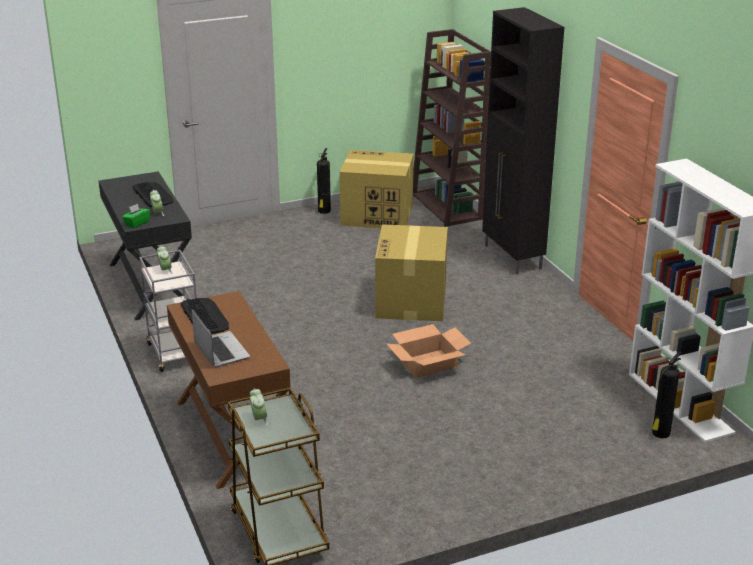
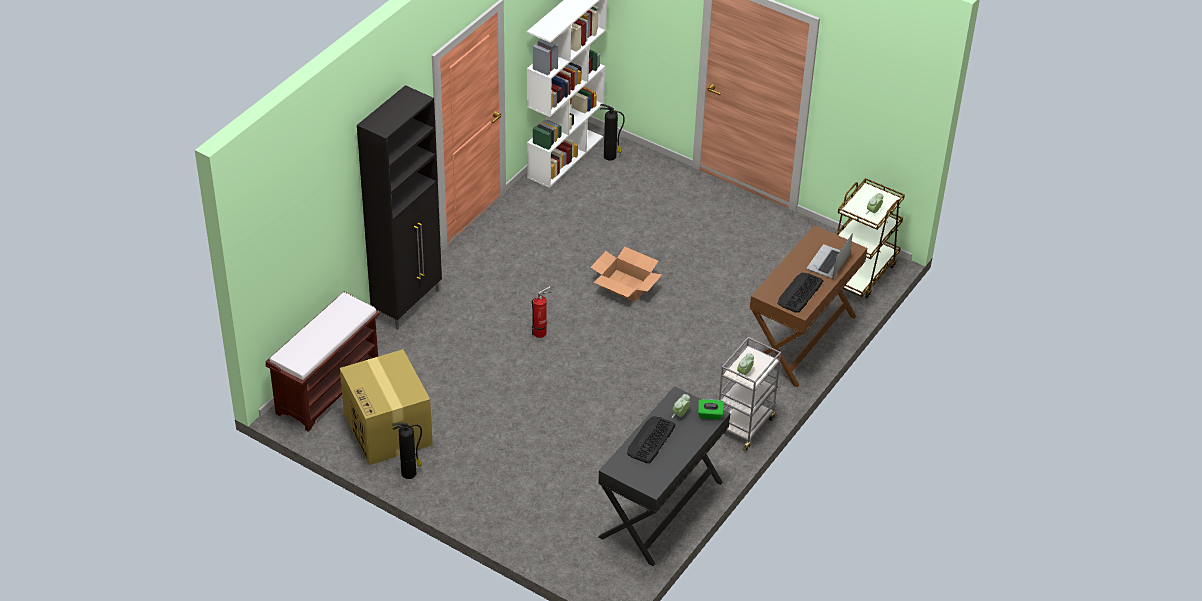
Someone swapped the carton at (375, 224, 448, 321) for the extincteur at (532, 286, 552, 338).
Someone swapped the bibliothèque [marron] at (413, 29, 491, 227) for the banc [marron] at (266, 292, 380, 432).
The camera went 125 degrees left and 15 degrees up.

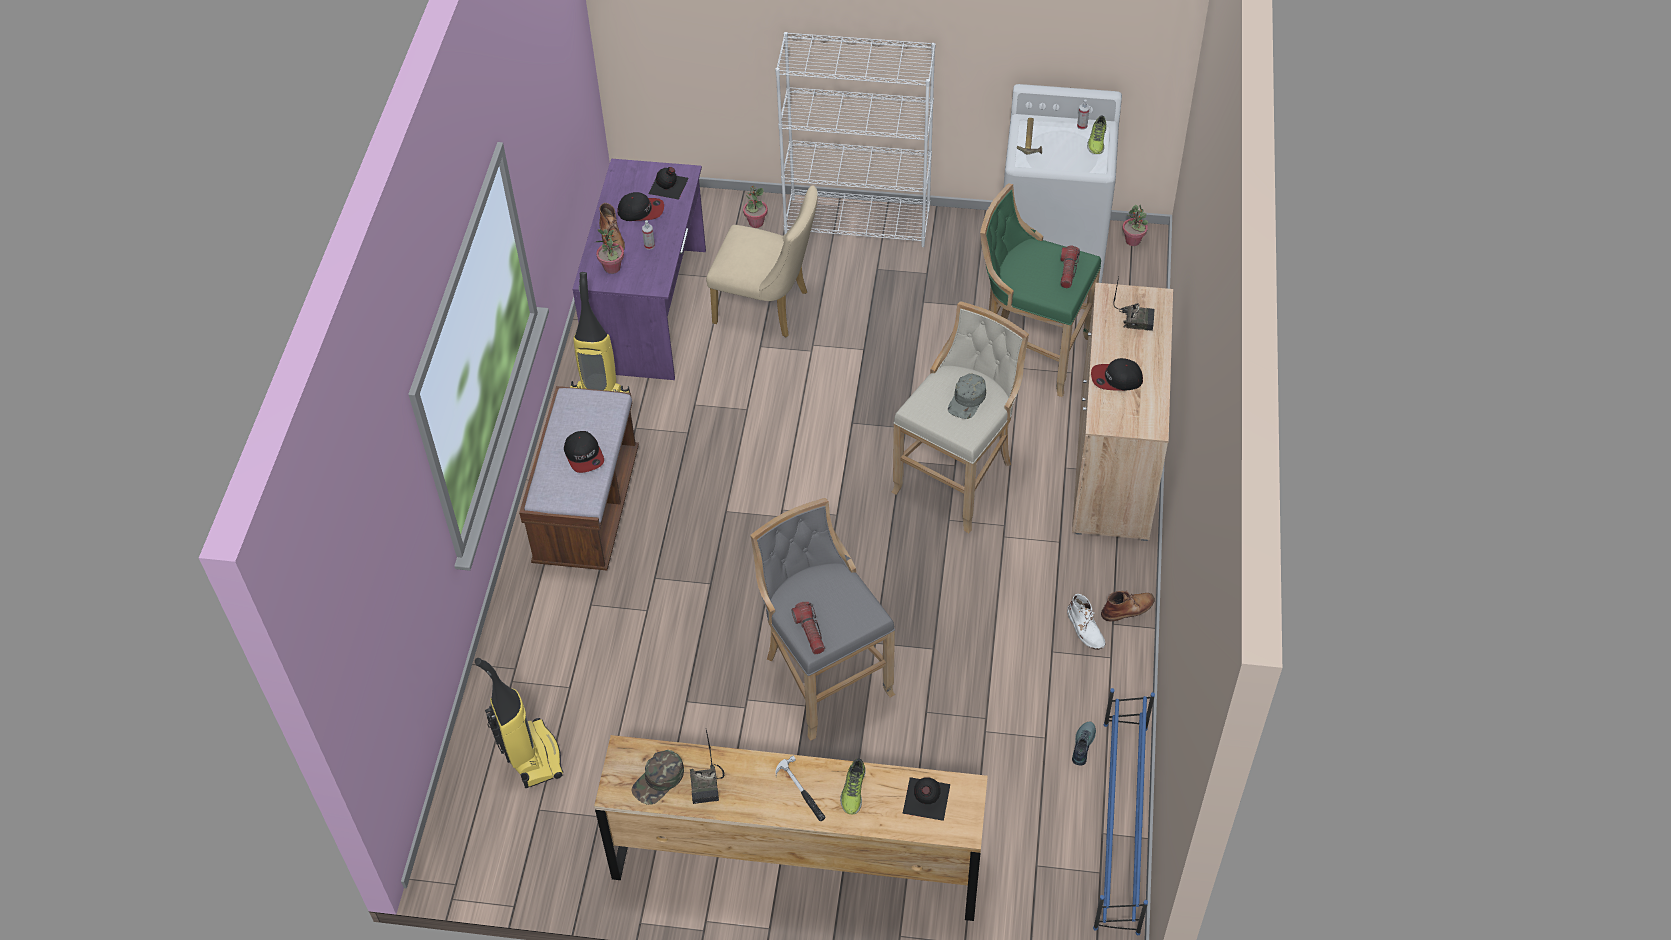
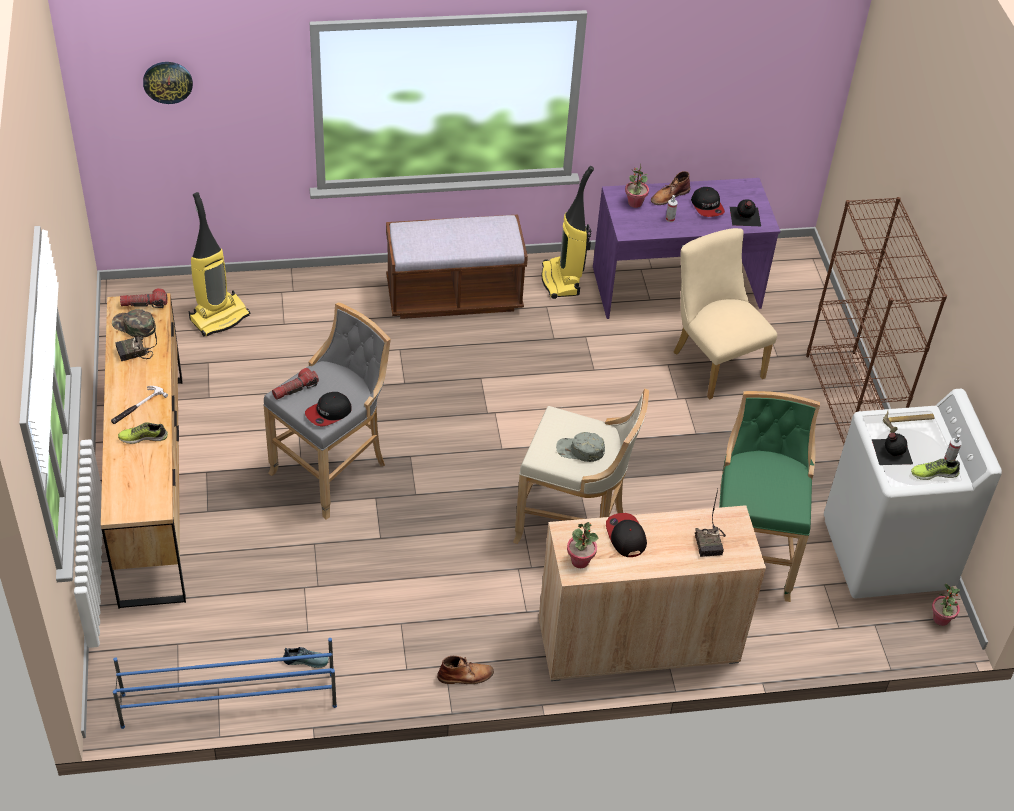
Someone carried the casquette from (564, 431, 604, 473) to (305, 392, 352, 427).
Someone rotated the chaise [beige] at (706, 185, 818, 338) by 150 degrees clockwise.
Someone carried the plante en pot from (743, 185, 768, 228) to (567, 522, 598, 568).
Someone repainted the bibliothèque [blanc] at (775, 32, 935, 247), which became the bibliothèque [marron] at (806, 197, 947, 444).
Someone carried the bouteille [noir] from (902, 777, 950, 821) to (872, 432, 913, 465).
Someone carried the lampe de poche from (1060, 245, 1080, 288) to (120, 288, 168, 308).
Someone took away the botte [blanc] at (1067, 594, 1105, 650).
Someone rotated the botte [marron] at (1101, 590, 1155, 622) by 60 degrees counterclockwise.
Someone put up the horloge murale at (143, 62, 193, 104).
The camera went 70 degrees right and 5 degrees down.

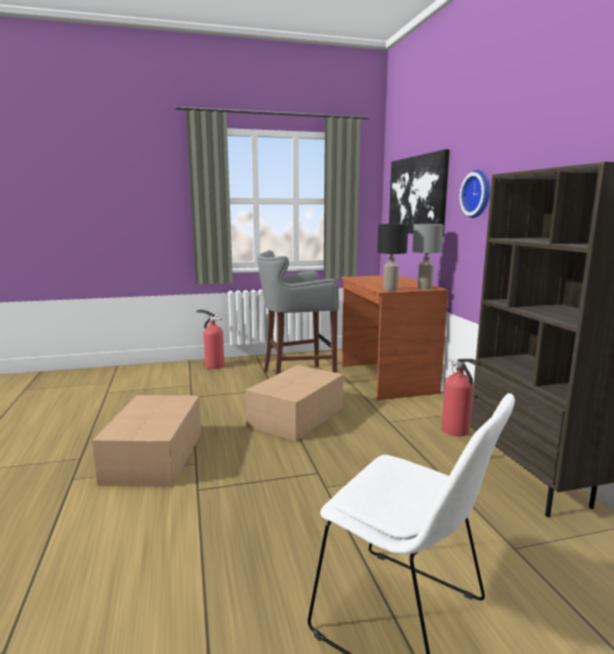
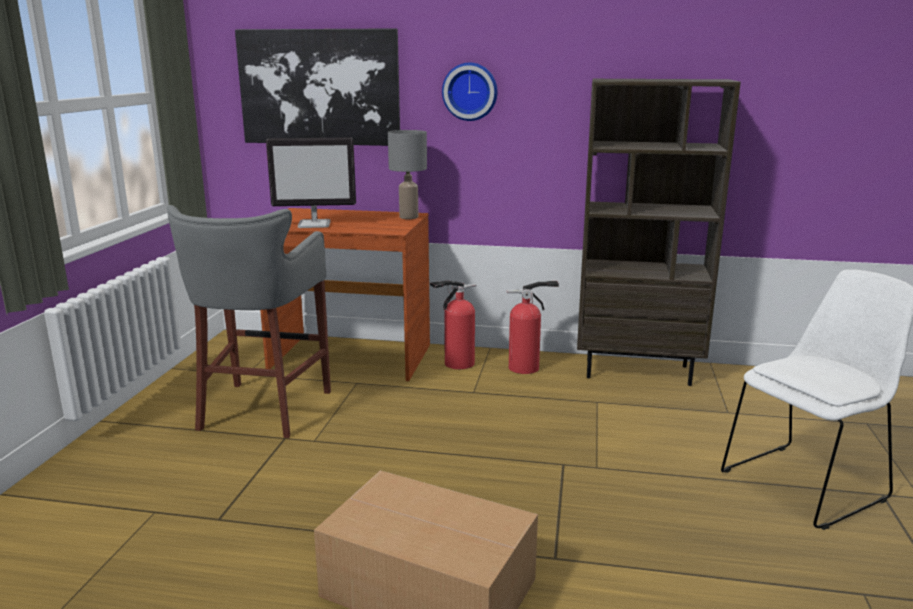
Someone carried the extincteur from (196, 310, 224, 369) to (430, 281, 477, 369).
Someone took away the carton at (245, 365, 344, 441).
Someone took away the lampe de table [noir] at (377, 224, 408, 291).
Someone put down the écran d'ordinateur at (266, 138, 356, 228).
The camera went 65 degrees left and 5 degrees up.

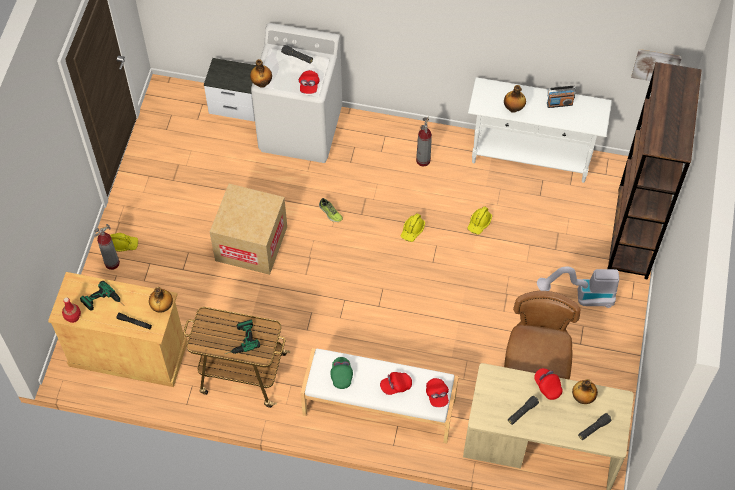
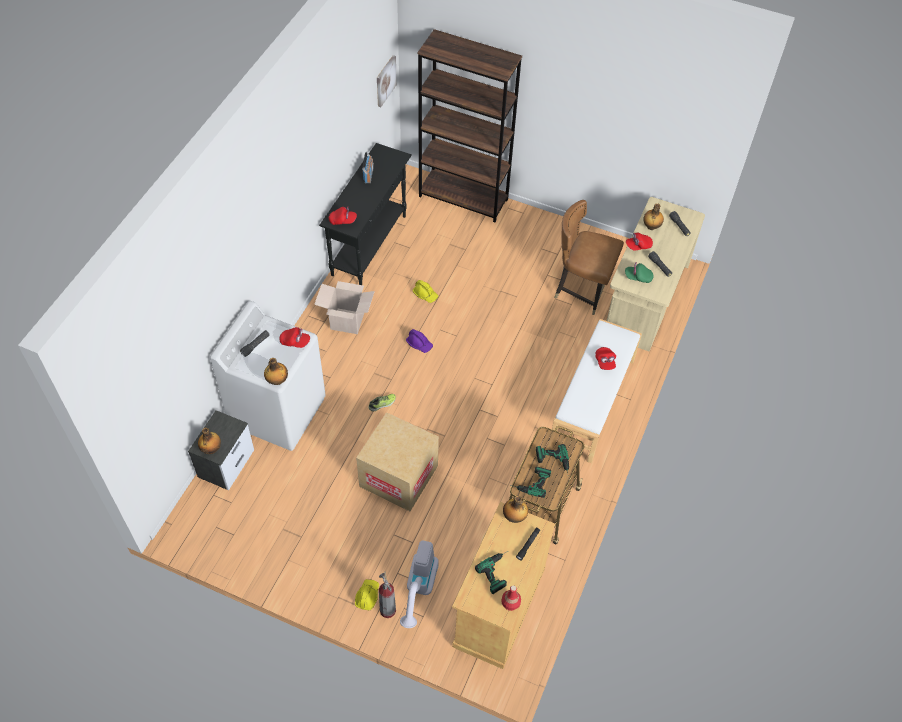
Someone carried the casquette [vert] from (330, 357, 353, 389) to (625, 262, 654, 283).
Someone repainted the casque de chantier [jaune] at (401, 213, 425, 242), which became the casque de chantier [violet] at (406, 329, 433, 353).
Someone swapped the extincteur at (416, 116, 432, 167) for the carton at (314, 281, 375, 334).
Someone carried the casquette [rouge] from (426, 378, 449, 407) to (329, 206, 357, 225).
Someone repainted the table console [blanc] at (468, 77, 612, 183), which became the table console [noir] at (319, 143, 412, 285).
Someone carried the bouteille from (504, 85, 526, 112) to (198, 428, 221, 454).
Someone carried the aspirateur from (537, 267, 619, 308) to (400, 540, 439, 628).
Someone put down the perceuse at (510, 467, 551, 498).
The camera went 80 degrees left and 5 degrees down.

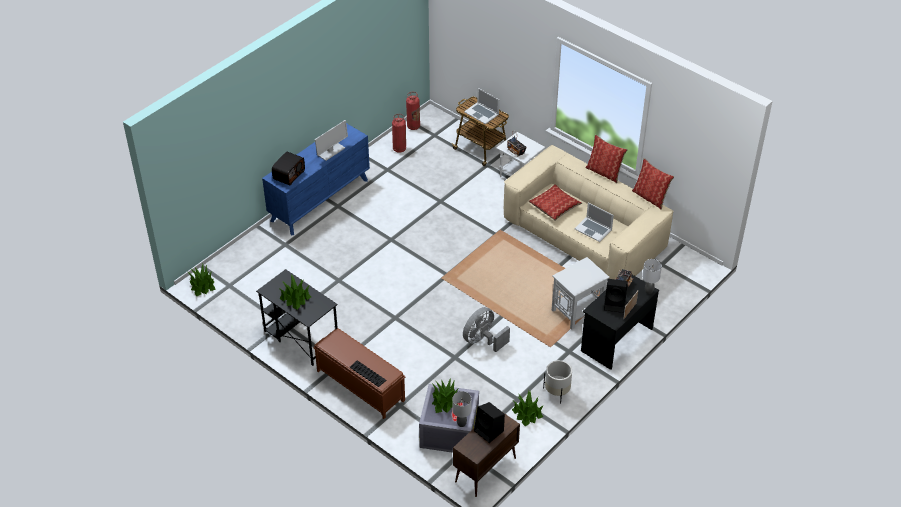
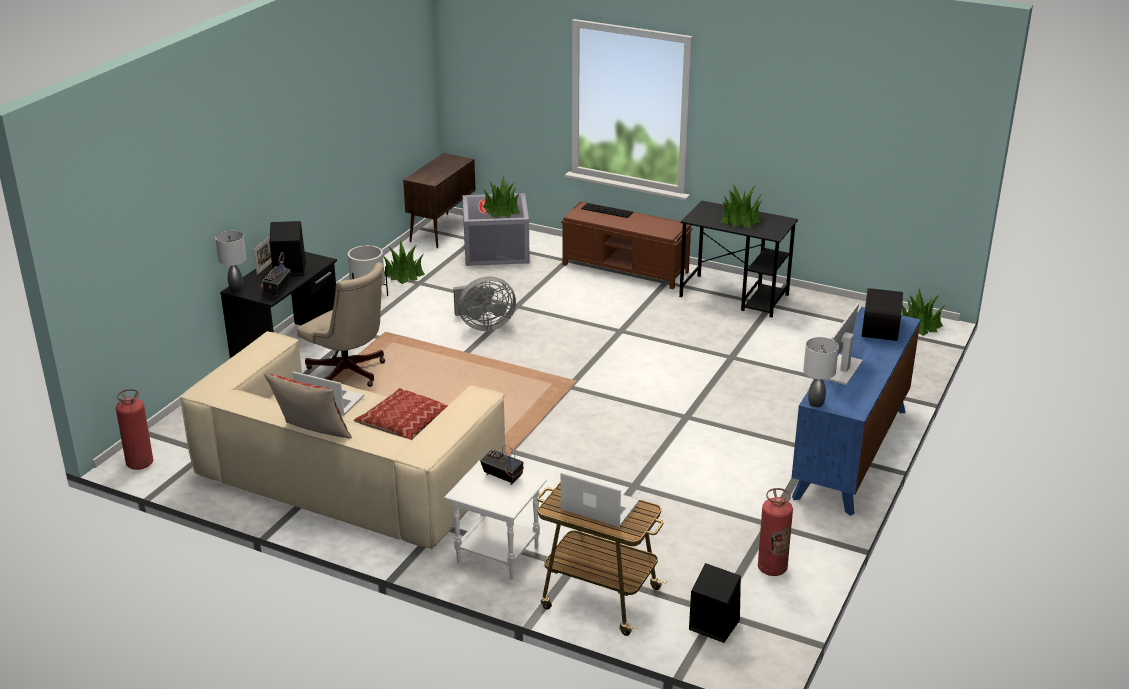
Someone carried the extincteur from (406, 92, 420, 130) to (116, 389, 153, 470).
Someone carried the lampe de table [gris] from (452, 391, 472, 427) to (803, 337, 839, 407).
Someone rotated the ventilateur [gris] at (463, 307, 510, 352) by 45 degrees clockwise.
Someone carried the enceinte [noir] from (474, 402, 505, 443) to (689, 563, 741, 643).
Someone swapped the table d'appoint [blanc] at (552, 257, 610, 330) for the chaise de bureau [beige] at (297, 262, 385, 387).
Someone took away the coussin at (632, 158, 675, 210).
The camera went 165 degrees right and 15 degrees down.

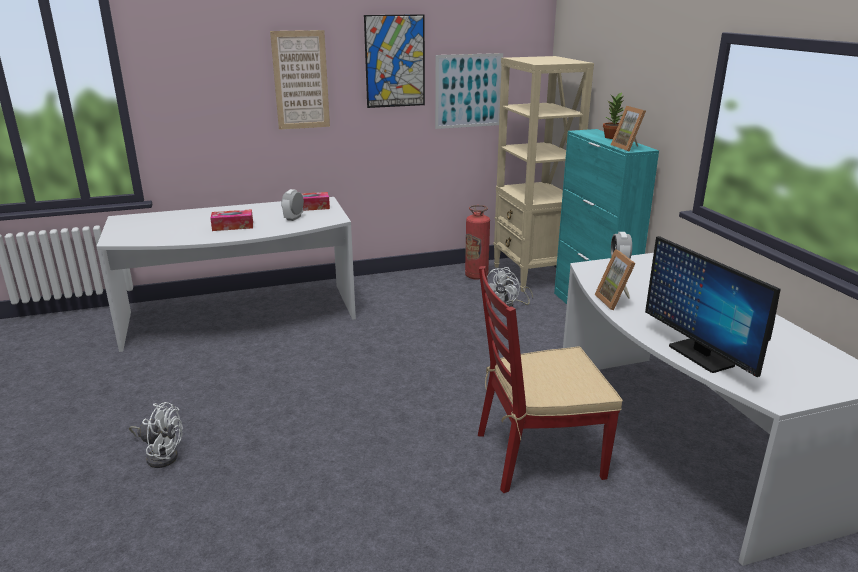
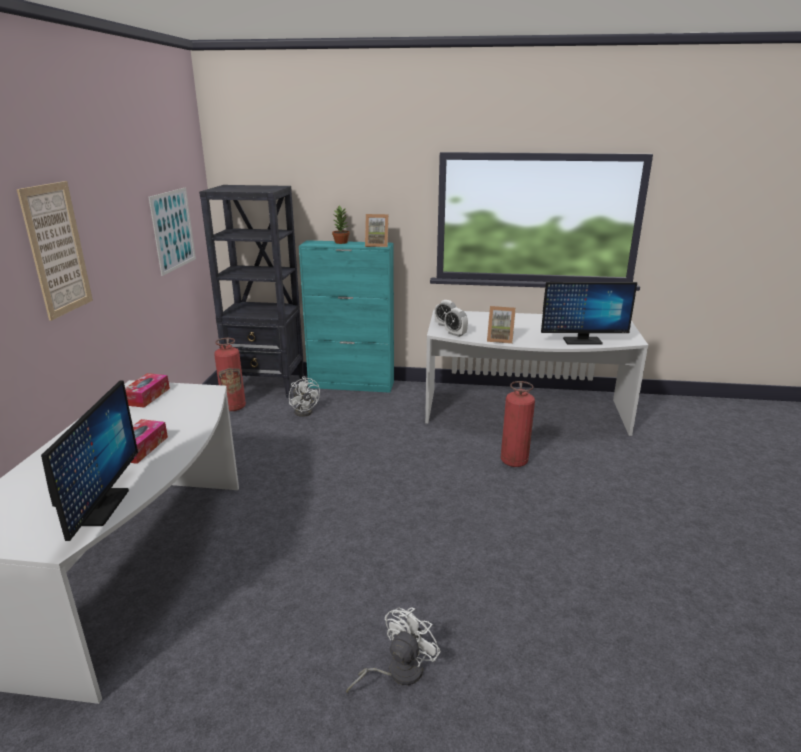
Someone carried the réveil from (281, 189, 304, 221) to (445, 308, 468, 337).
Someone took away the tableau at (364, 14, 425, 108).
Someone swapped the chaise [rouge] at (478, 266, 623, 493) for the extincteur at (501, 381, 535, 467).
Someone repainted the bibliothèque [beige] at (493, 56, 594, 292), which became the bibliothèque [noir] at (199, 185, 304, 398).
Someone put down the écran d'ordinateur at (41, 381, 138, 541).
The camera went 65 degrees left and 0 degrees up.

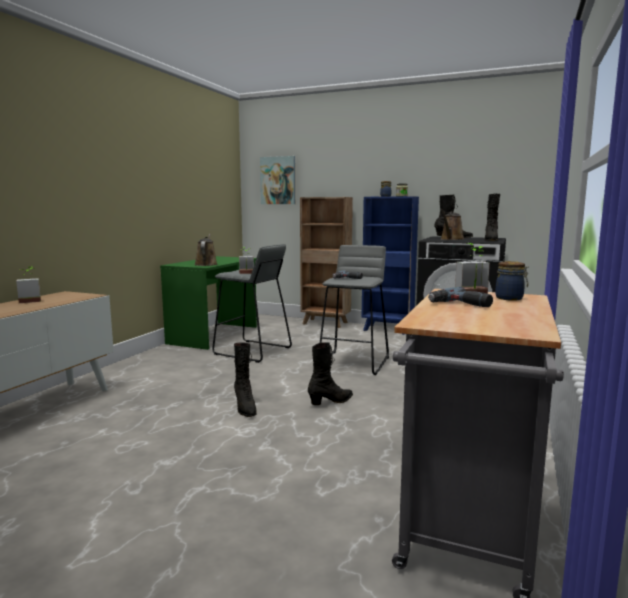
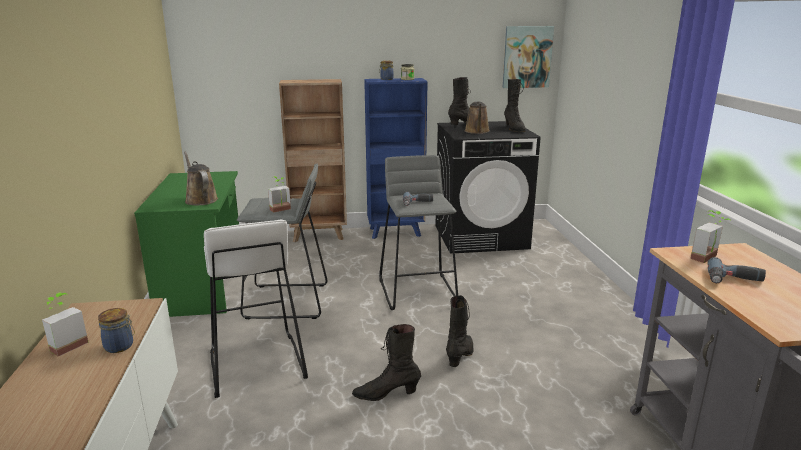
Someone rotated the botte [noir] at (234, 342, 257, 417) by 135 degrees clockwise.
Someone carried the tableau from (260, 156, 295, 204) to (503, 26, 554, 88).
Someone carried the bocal from (495, 261, 529, 301) to (98, 308, 135, 353).
Someone put down the tabouret [blanc] at (204, 220, 308, 398).
The camera went 30 degrees left and 10 degrees up.

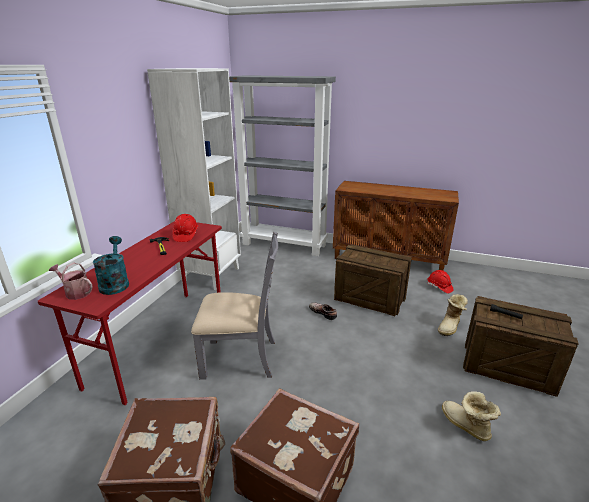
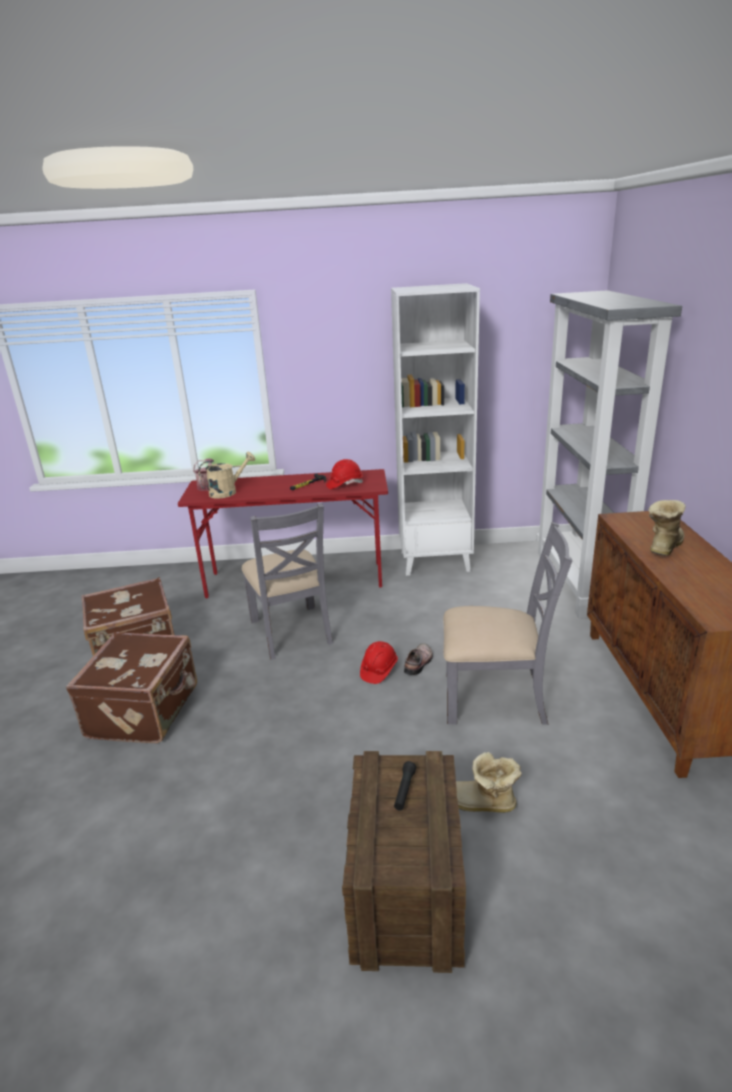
Someone repainted the arrosoir [turquoise] at (93, 236, 129, 295), which became the arrosoir [beige] at (198, 452, 255, 499).
Someone swapped the caisse at (334, 244, 412, 316) for the chaise [gris] at (443, 522, 572, 725).
Someone carried the casque de chantier [rouge] from (427, 270, 454, 293) to (360, 641, 398, 684).
Someone carried the botte from (442, 391, 501, 441) to (648, 500, 686, 556).
The camera went 70 degrees right and 0 degrees up.

